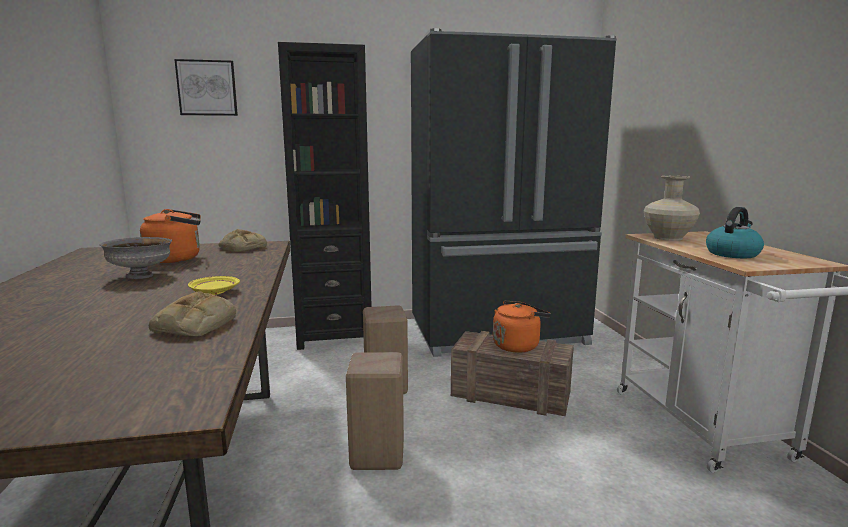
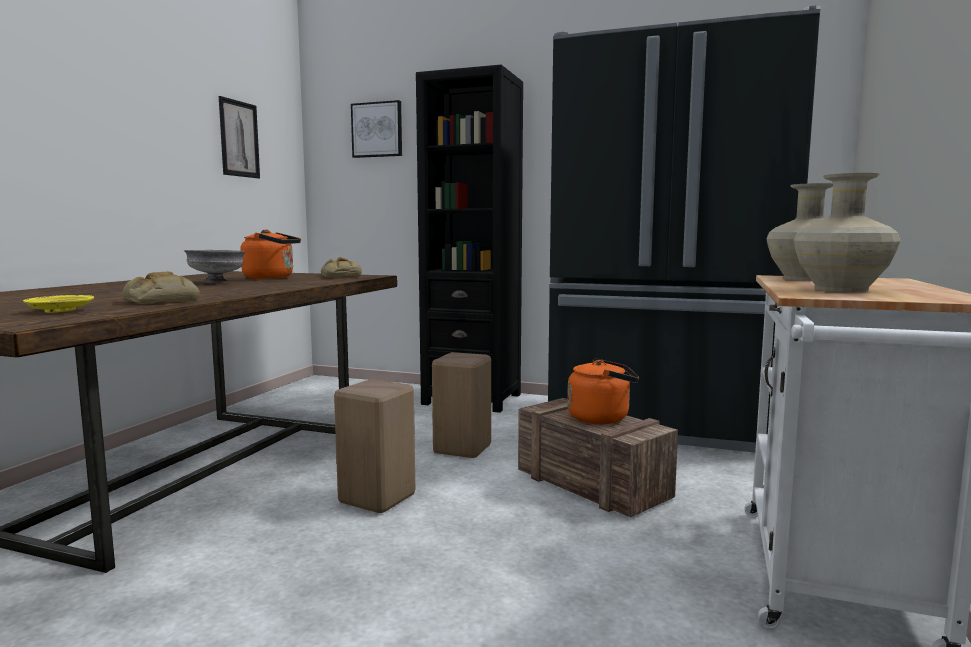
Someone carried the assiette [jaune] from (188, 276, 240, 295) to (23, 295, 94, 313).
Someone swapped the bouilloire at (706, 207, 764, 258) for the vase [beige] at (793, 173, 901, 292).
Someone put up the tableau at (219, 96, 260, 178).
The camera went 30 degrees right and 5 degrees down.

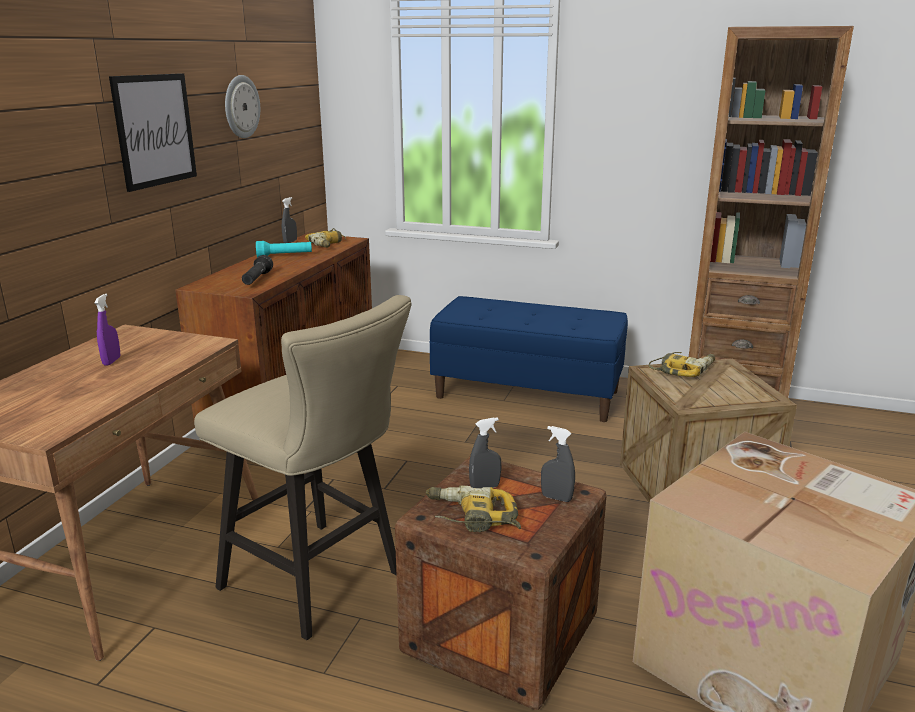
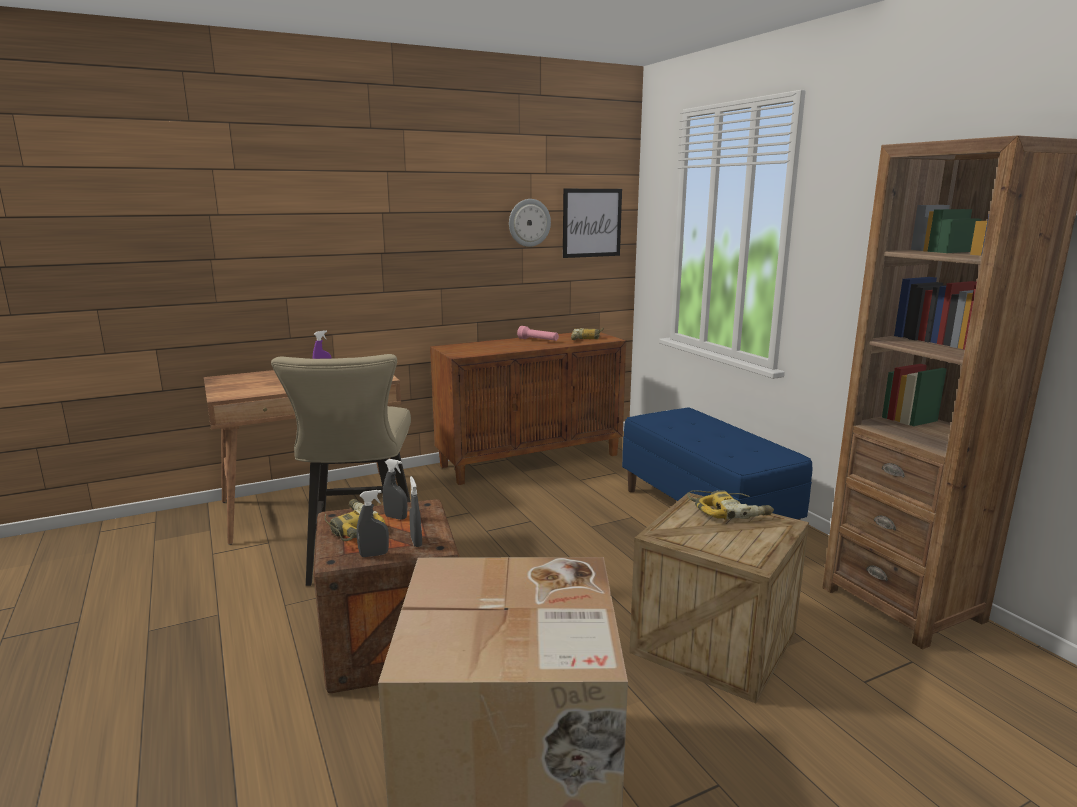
Someone carried the tableau from (109, 73, 197, 192) to (563, 189, 622, 258).
Someone took away the lampe de poche [noir] at (242, 255, 273, 285).
Someone repainted the lampe de poche [turquoise] at (256, 241, 312, 258), which became the lampe de poche [rose] at (517, 326, 559, 341).
Someone carried the vaporisateur [gris] from (282, 197, 297, 243) to (357, 490, 389, 557).
The camera went 45 degrees right and 5 degrees down.

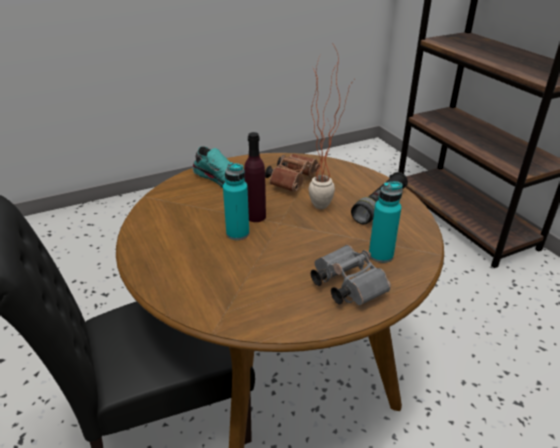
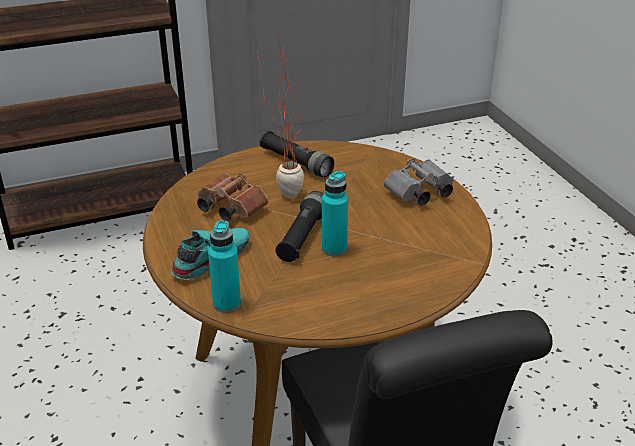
Someone swapped the bouteille [violet] at (244, 132, 266, 222) for the lampe de poche [noir] at (276, 191, 323, 262).
Someone carried the bouteille [turquoise] from (369, 182, 403, 263) to (208, 220, 241, 313).
The camera went 85 degrees left and 0 degrees up.

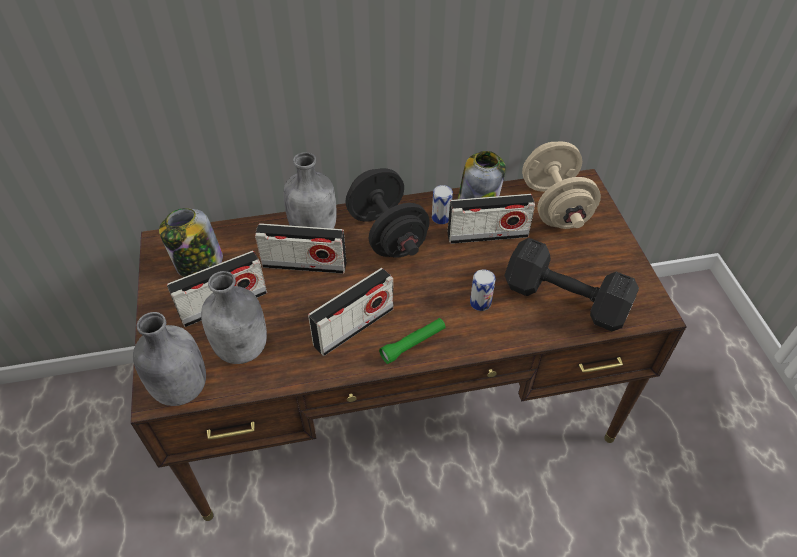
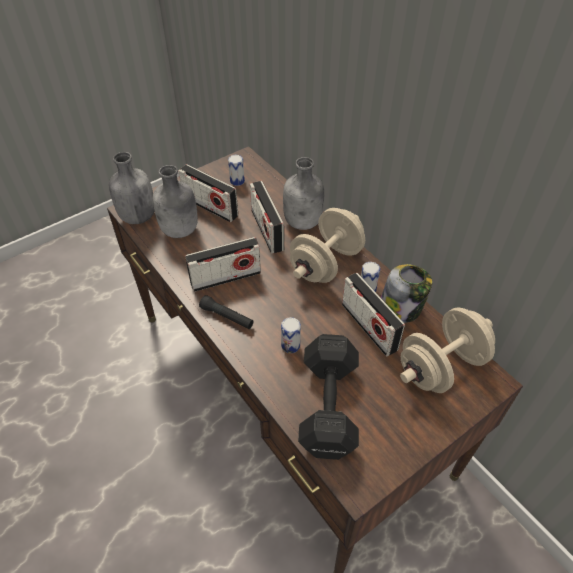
Someone swapped the bocal at (159, 208, 223, 277) for the boîte métallique at (228, 155, 245, 186).
Someone rotated the radio at (308, 268, 393, 356) by 45 degrees counterclockwise.
Someone repainted the haltère [noir] at (345, 168, 430, 258), which became the haltère [beige] at (290, 208, 365, 283).
Someone repainted the lampe de poche [vert] at (379, 318, 446, 364), which became the lampe de poche [noir] at (199, 295, 254, 329).
The camera went 65 degrees right and 0 degrees up.

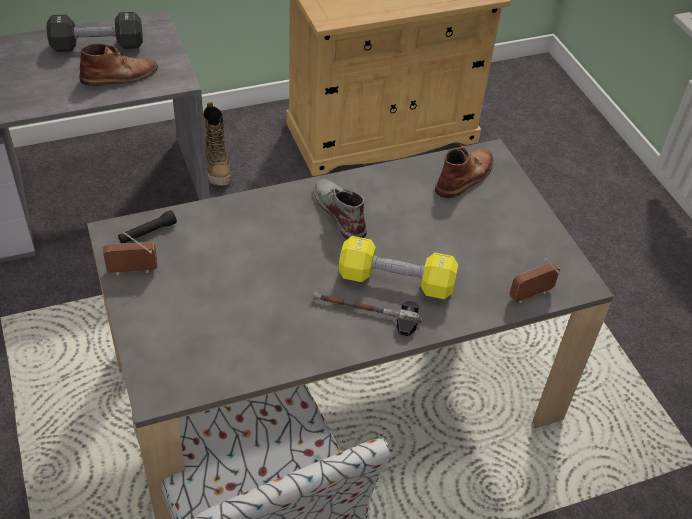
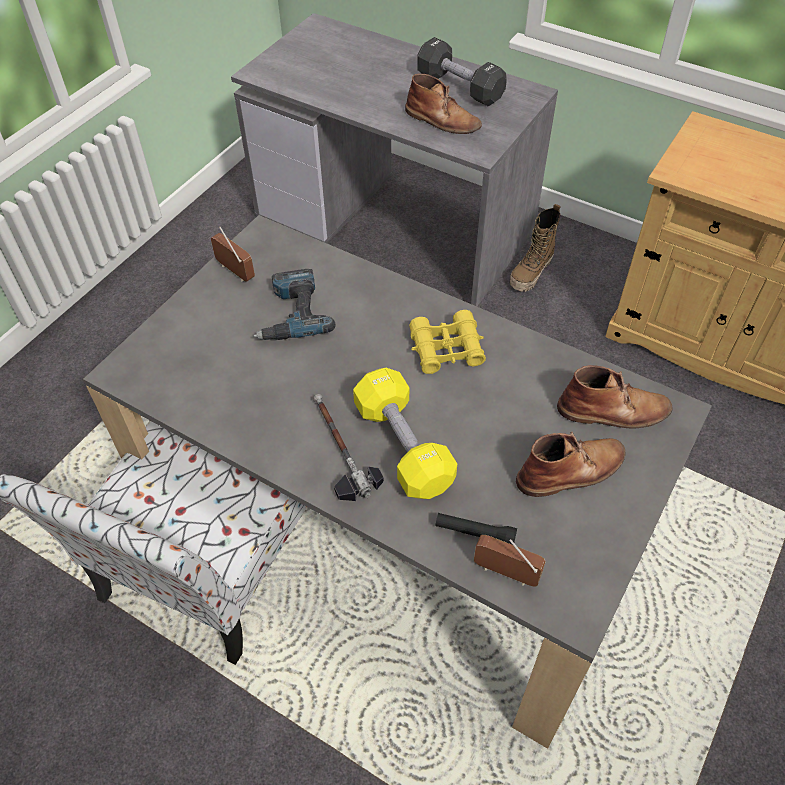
Someone carried the lampe de poche [noir] from (118, 210, 177, 243) to (435, 513, 517, 544).
Someone swapped the botte [gris] at (313, 179, 367, 239) for the jumelles [jaune] at (409, 310, 486, 374).
Someone put down the perceuse at (254, 269, 336, 340).
Someone put down the botte [marron] at (516, 432, 626, 497).
The camera went 55 degrees right and 5 degrees up.

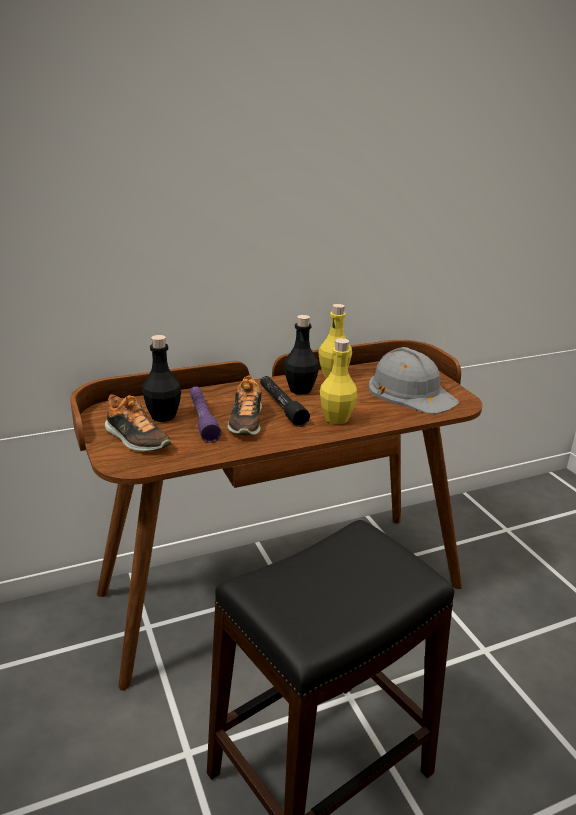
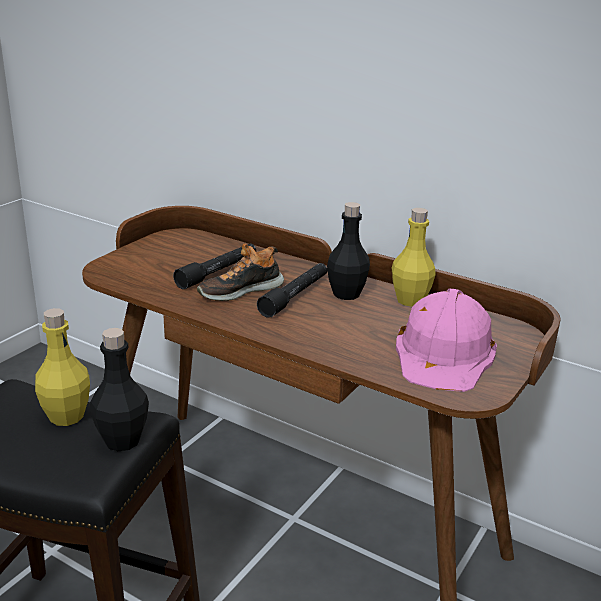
Someone took away the chaussure at (105, 394, 172, 452).
Someone carried the bouteille [noir] from (142, 335, 181, 422) to (90, 328, 149, 451).
Someone repainted the lampe de poche [violet] at (190, 386, 221, 443), which became the lampe de poche [noir] at (173, 243, 256, 290).
Someone carried the bouteille [jaune] from (320, 338, 357, 425) to (35, 308, 90, 426).
Someone repainted the casque de chantier [gris] at (369, 347, 459, 414), which became the casque de chantier [rose] at (396, 289, 497, 392).
The camera went 55 degrees right and 0 degrees up.

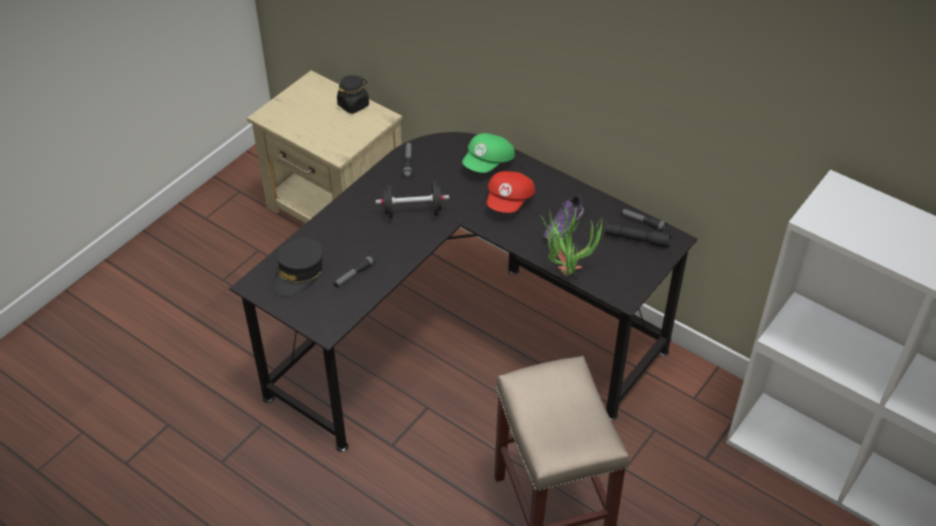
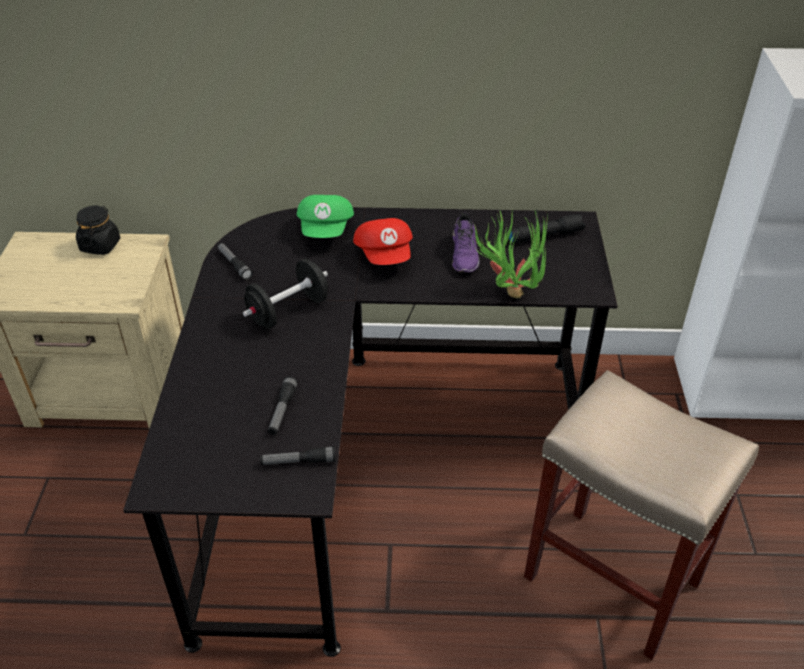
Someone took away the casquette [noir] at (272, 238, 323, 297).
Someone carried the lampe de poche from (621, 209, 667, 231) to (260, 446, 336, 465).
The camera went 35 degrees left and 5 degrees down.

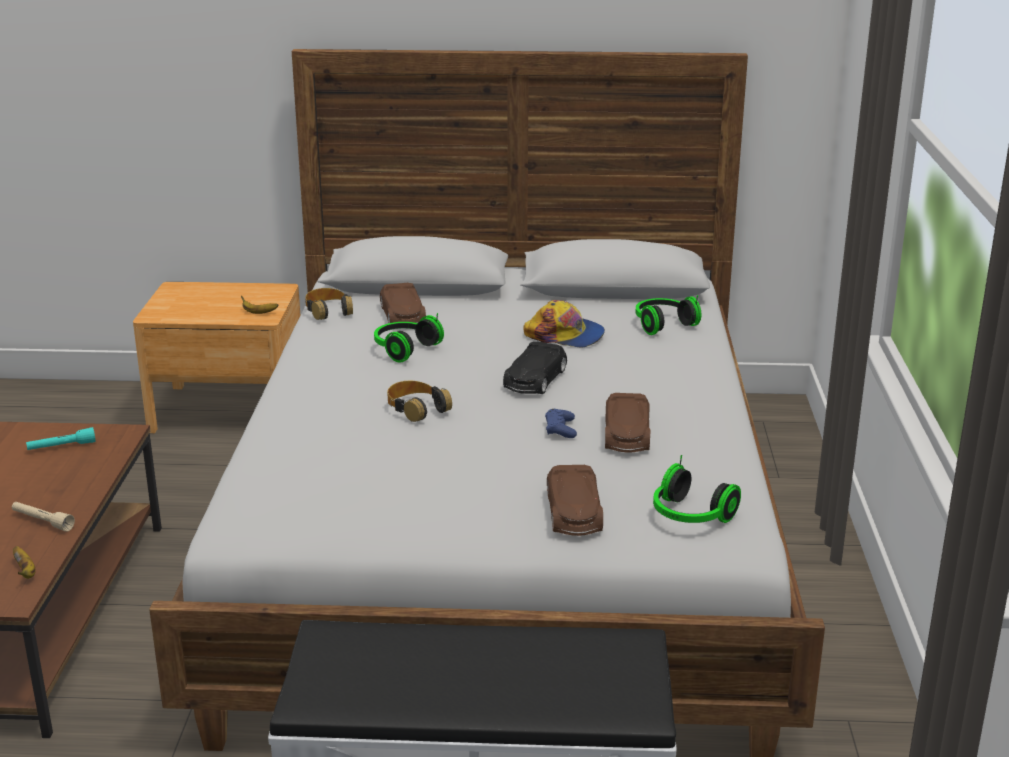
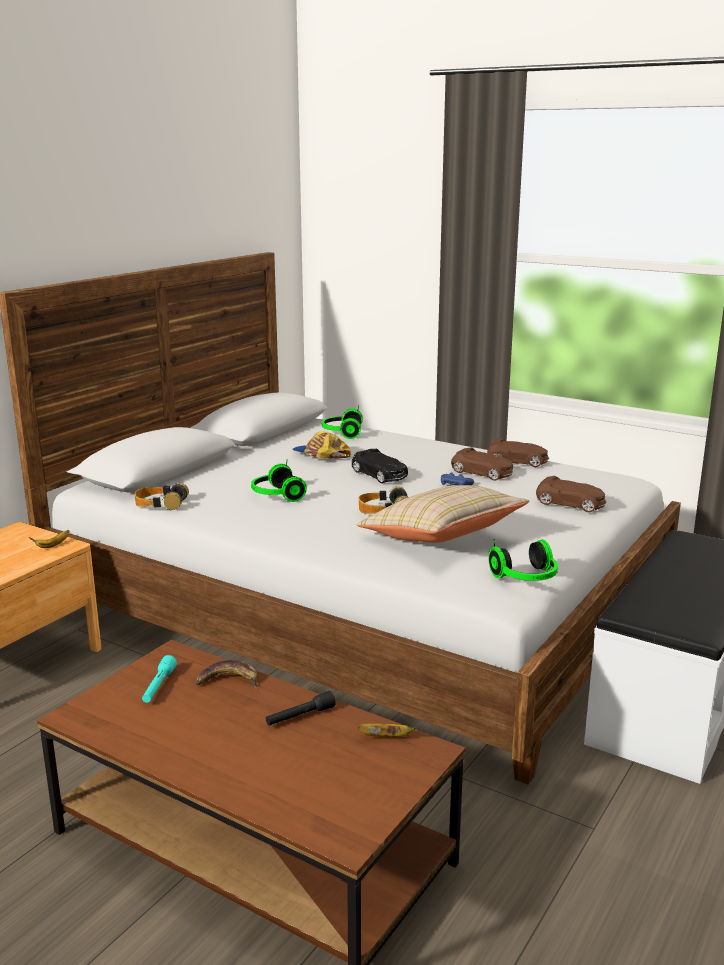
Someone repainted the lampe de poche [beige] at (12, 502, 75, 532), which became the lampe de poche [noir] at (266, 691, 336, 726).
Someone carried the petite voiture [marron] from (380, 283, 426, 323) to (487, 438, 549, 467).
Someone rotated the casquette at (523, 300, 605, 347) by 105 degrees counterclockwise.
Someone carried the casque audio from (653, 455, 741, 523) to (488, 539, 558, 581).
Someone put down the banane at (196, 660, 258, 689).
Someone put down the coussin [beige] at (357, 485, 529, 543).
The camera went 60 degrees left and 5 degrees down.

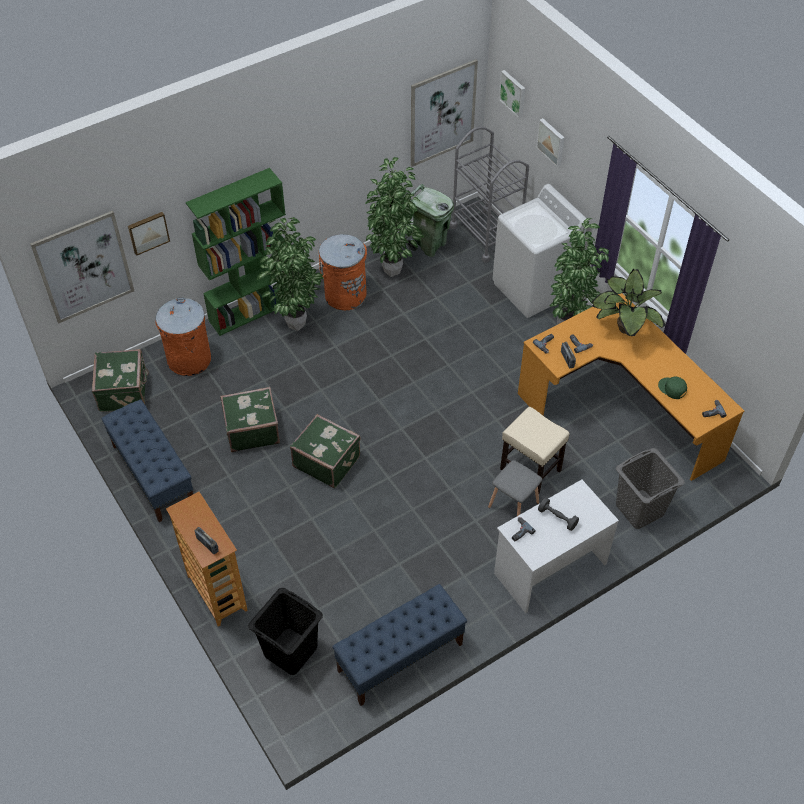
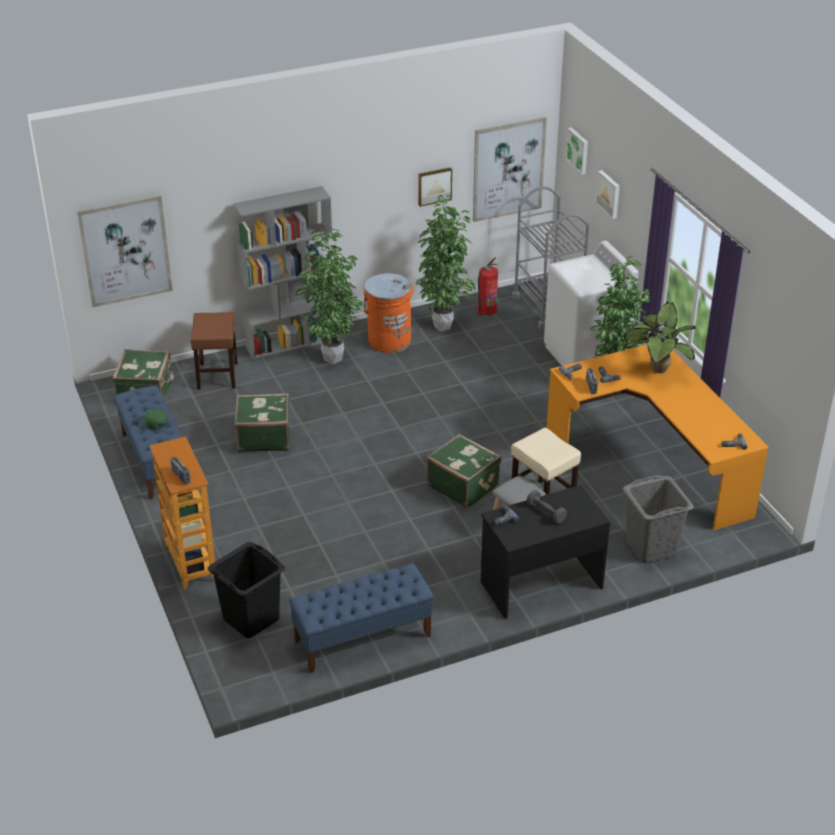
Someone carried the tableau from (128, 212, 170, 256) to (418, 167, 452, 207).
Someone swapped the poubelle [orange] at (156, 298, 211, 376) for the tabouret [marron] at (190, 312, 238, 390).
Someone repainted the bibliothèque [vert] at (186, 168, 286, 336), which became the bibliothèque [gris] at (234, 186, 334, 360).
Someone carried the valise [vert] from (290, 414, 361, 488) to (427, 434, 502, 509).
Someone swapped the poubelle [vert] at (407, 184, 454, 257) for the extincteur at (477, 257, 498, 315).
Someone repainted the bureau [blanc] at (494, 480, 619, 613), which became the bureau [noir] at (481, 485, 610, 619).
Someone carried the casquette [vert] from (658, 377, 687, 399) to (142, 409, 168, 430).
The camera went 10 degrees right and 15 degrees down.

